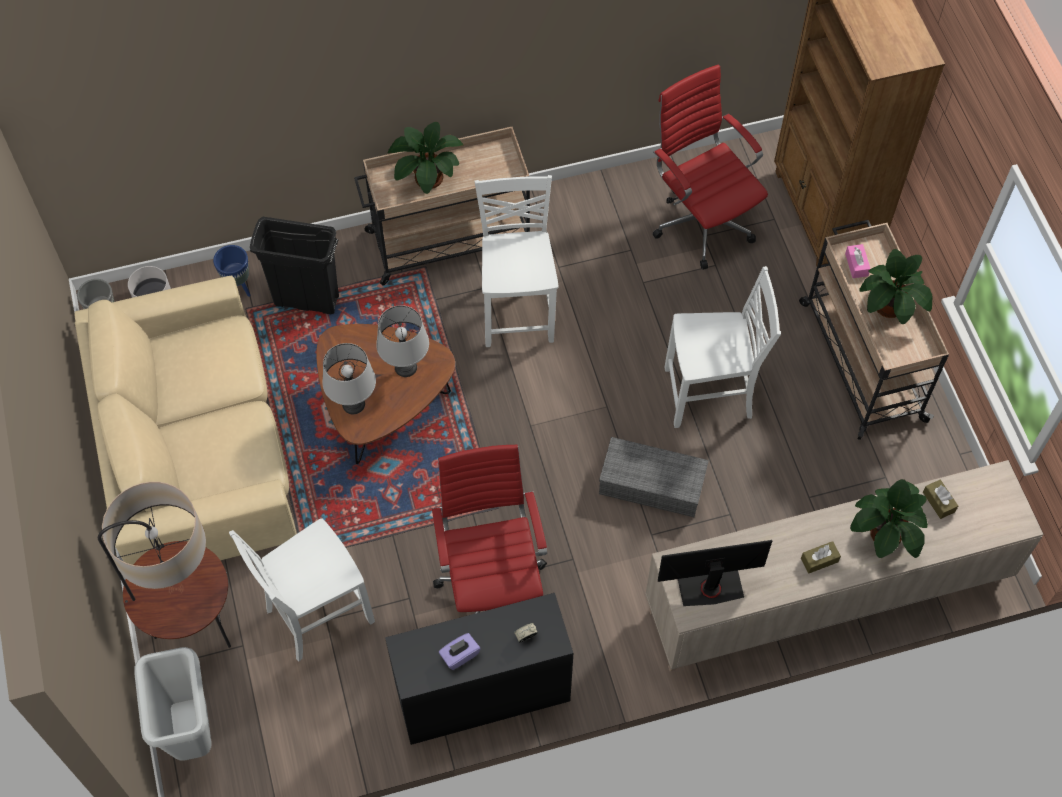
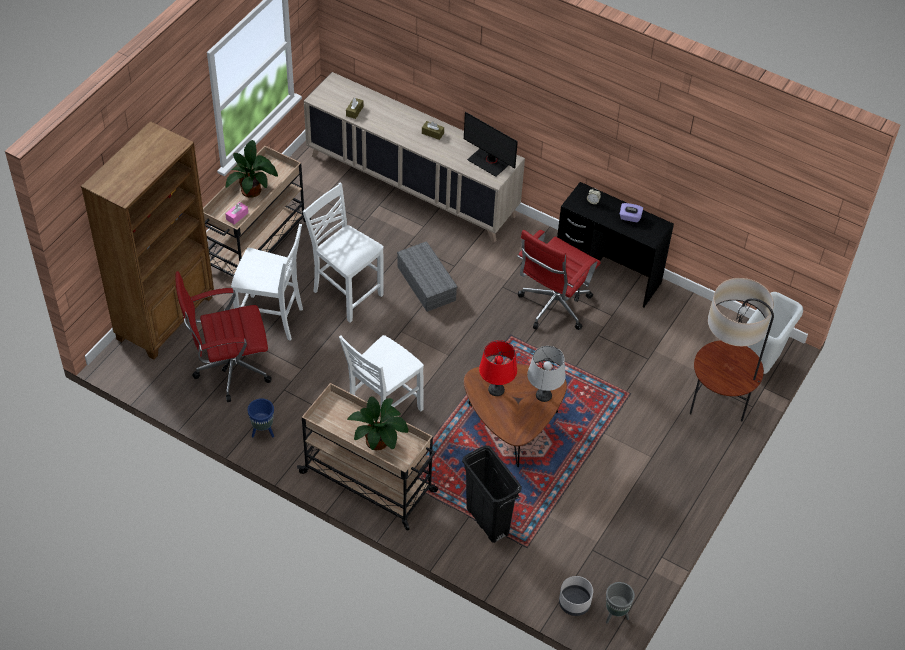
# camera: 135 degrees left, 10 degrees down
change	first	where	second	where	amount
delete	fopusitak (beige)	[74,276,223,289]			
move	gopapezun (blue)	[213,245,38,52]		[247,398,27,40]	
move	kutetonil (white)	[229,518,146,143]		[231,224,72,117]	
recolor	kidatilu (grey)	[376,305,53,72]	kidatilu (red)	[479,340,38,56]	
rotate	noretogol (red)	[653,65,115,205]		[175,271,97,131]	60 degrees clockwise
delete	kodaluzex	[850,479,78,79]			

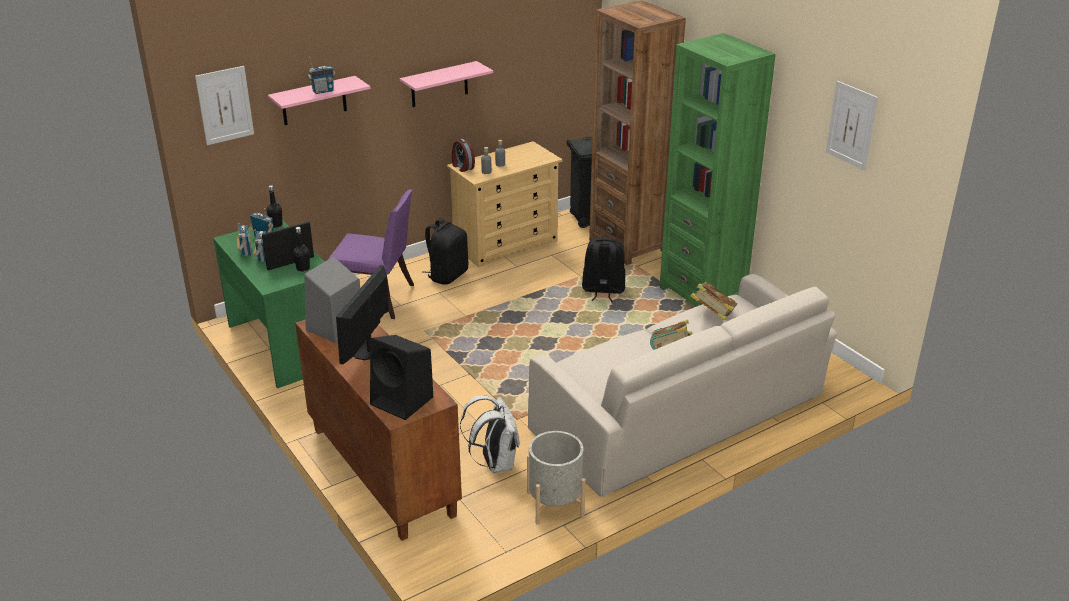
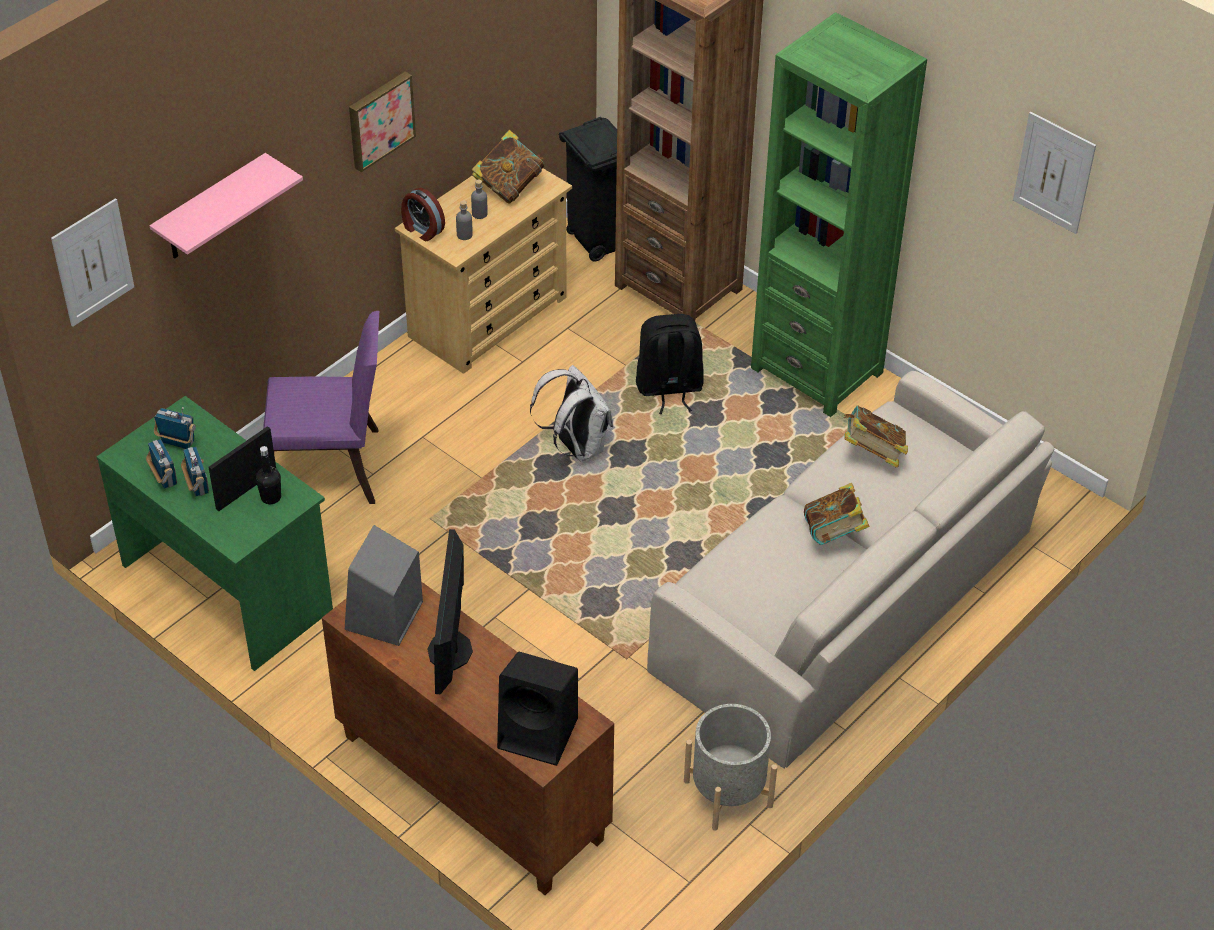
# camera: 15 degrees left, 15 degrees up
change	first	where	second	where	amount
delete	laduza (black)	[266,185,17,43]			
delete	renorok	[307,57,28,37]			
replace	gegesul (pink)	[400,61,93,46]	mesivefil	[349,72,67,100]	
delete	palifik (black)	[423,218,45,67]			
move	palifik (white)	[460,395,60,78]		[530,365,83,96]	
insert			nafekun	[472,130,73,74]	

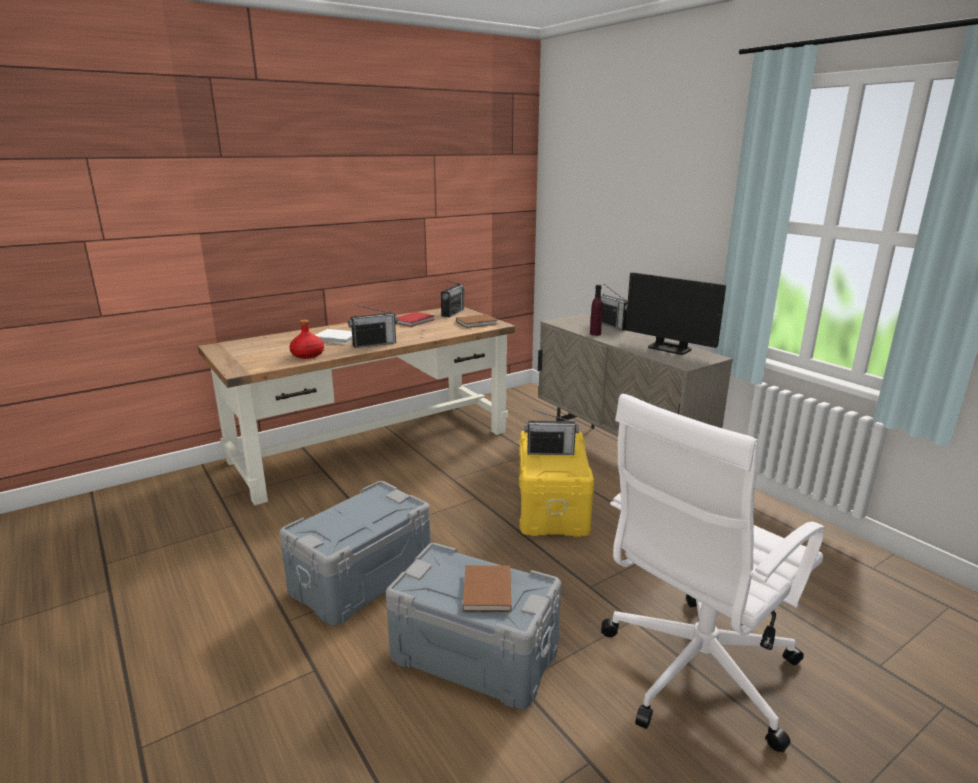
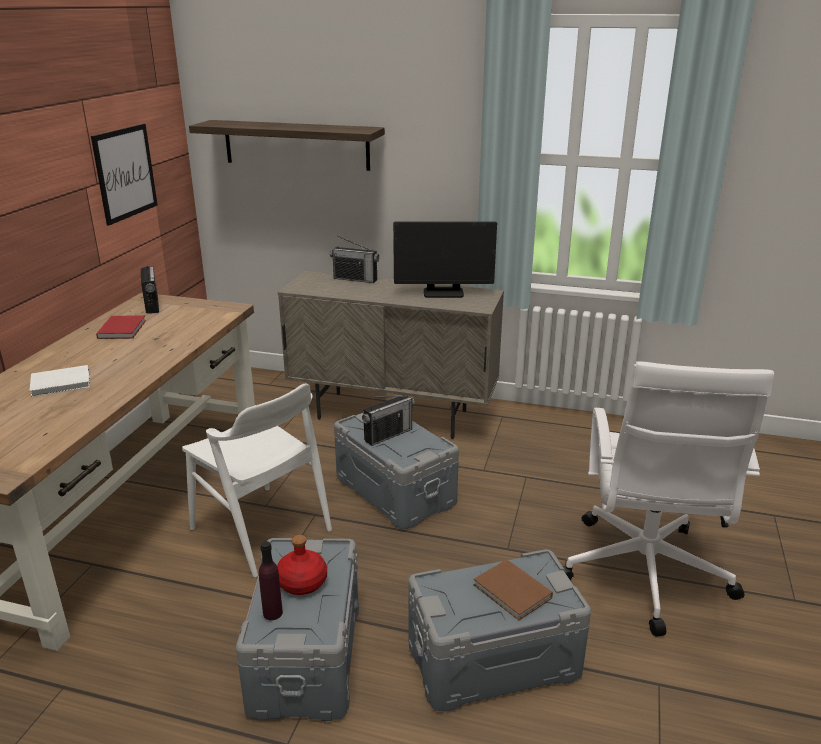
# camera: 40 degrees left, 5 degrees up
change	first	where	second	where	amount
move	laduza (red)	[289,319,35,40]		[277,535,50,60]	
delete	renorok	[348,305,50,43]			
delete	nafekun (brown)	[456,314,41,14]			
recolor	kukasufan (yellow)	[519,430,75,107]	kukasufan (grey)	[334,413,125,117]	
move	laduza (purple)	[590,285,13,51]		[259,541,24,79]	
insert			mesivefil	[91,124,67,102]	
insert			kutetonil (white)	[182,384,150,193]	
insert			gegesul	[189,120,196,51]	

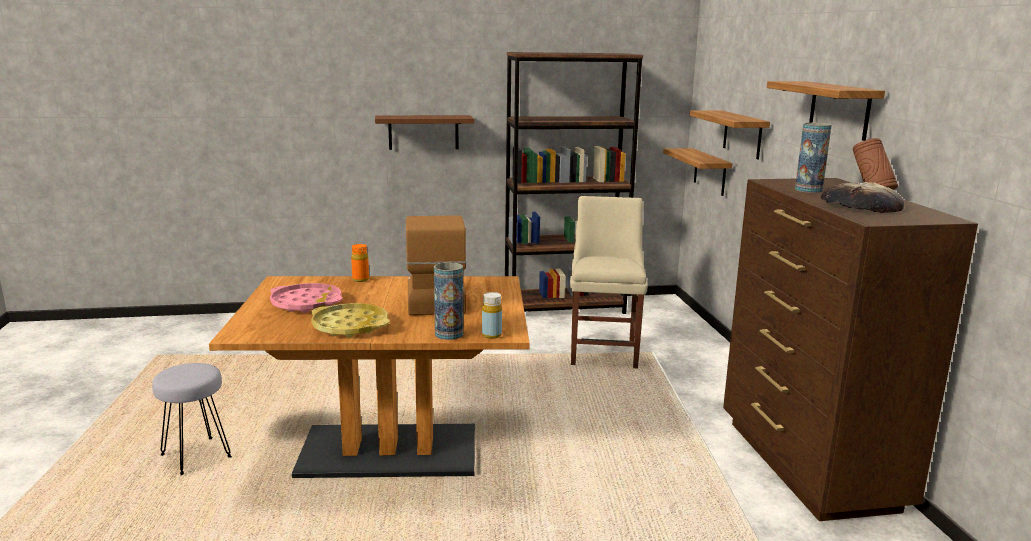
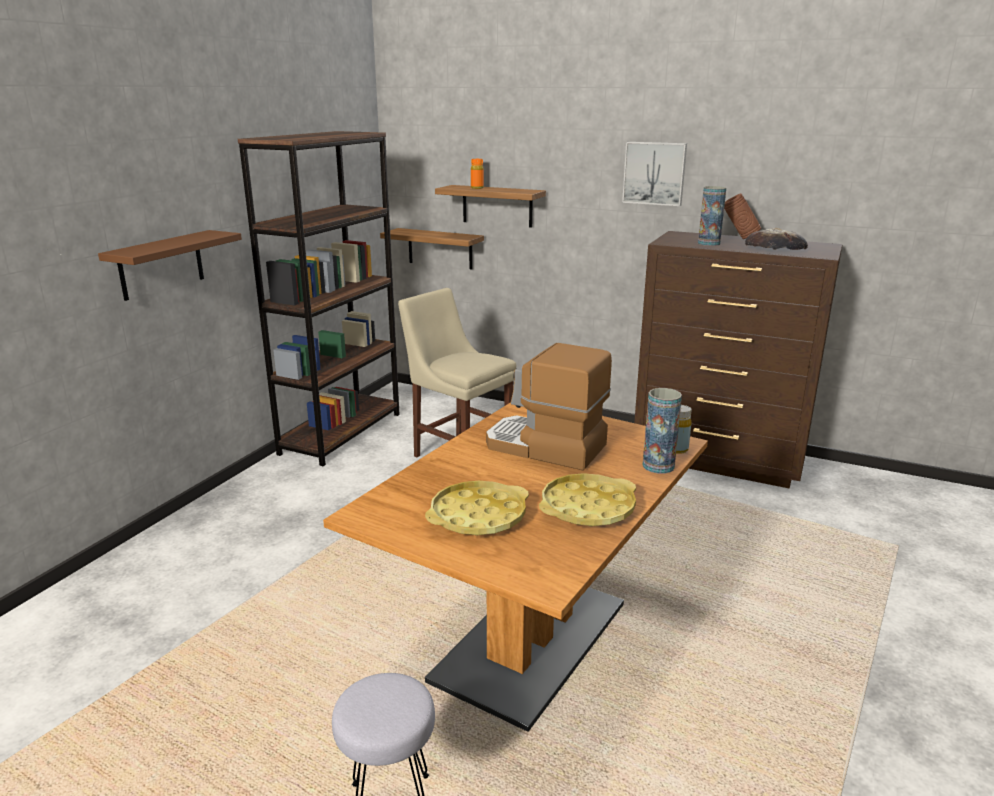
# camera: 55 degrees left, 5 degrees up
change	first	where	second	where	amount
recolor	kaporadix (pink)	[270,283,73,30]	kaporadix (yellow)	[425,481,104,55]	
move	laduza (orange)	[351,244,18,38]		[471,159,13,30]	
replace	gegesul	[767,81,118,60]	mesivefil	[622,142,65,64]	

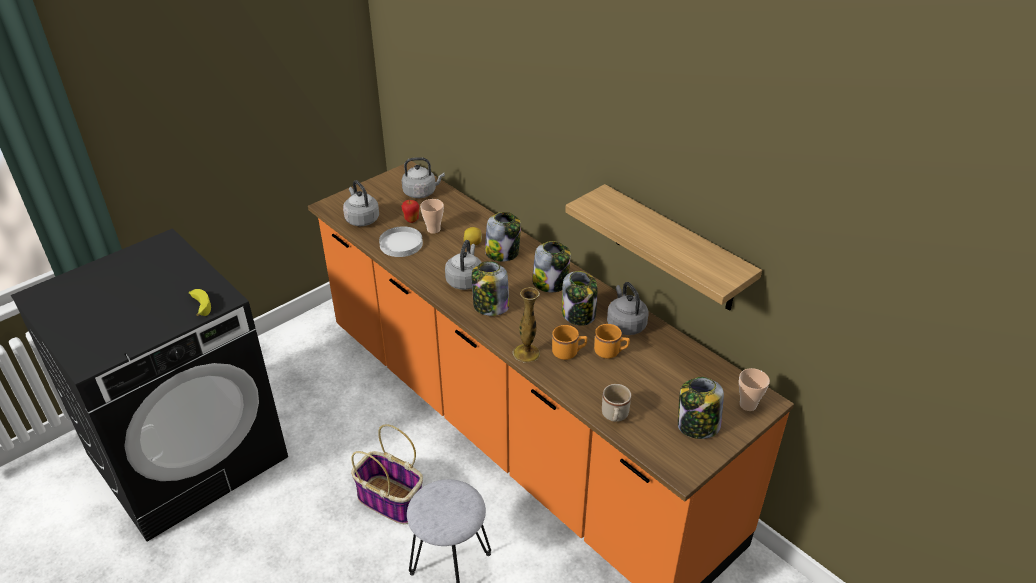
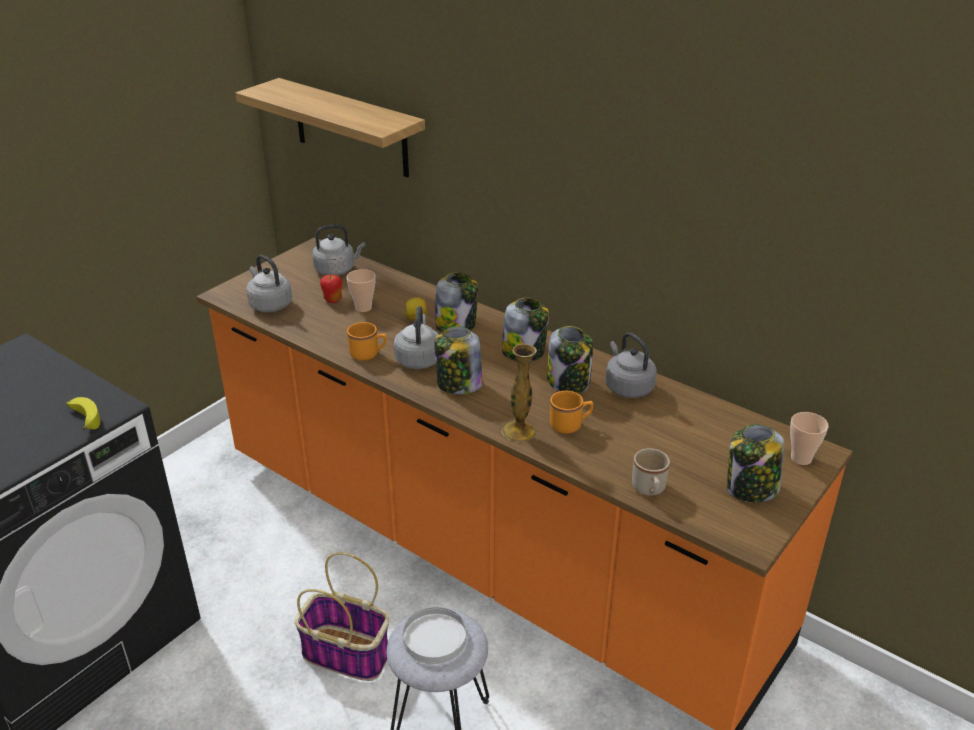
# camera: 10 degrees left, 5 degrees down
change	first	where	second	where	amount
move	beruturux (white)	[379,226,44,31]		[403,607,64,57]	
move	gegesul	[565,184,197,127]		[235,78,190,100]	
move	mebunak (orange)	[594,324,36,35]		[347,322,40,39]	

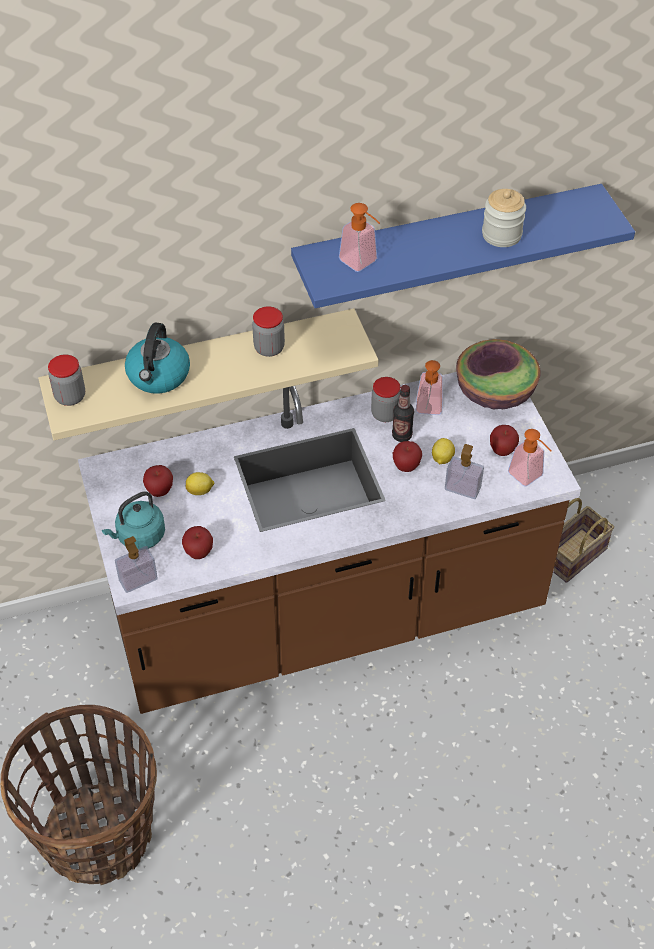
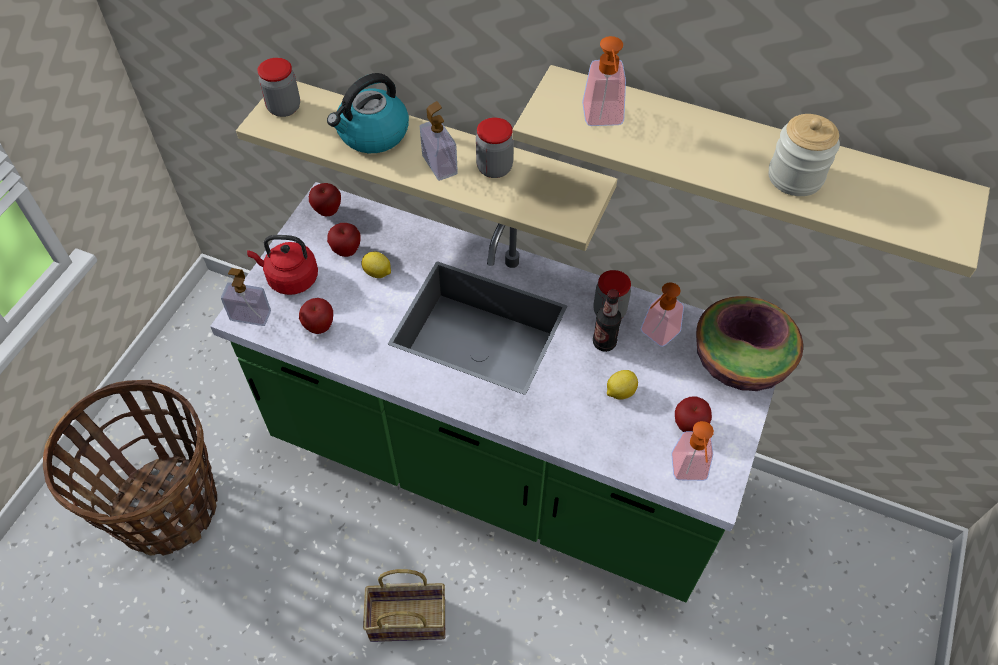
# camera: 40 degrees right, 5 degrees up
change	first	where	second	where	amount
recolor	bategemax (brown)	[78,372,503,342]	bategemax (green)	[210,182,566,420]	
recolor	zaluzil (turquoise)	[102,491,63,58]	zaluzil (red)	[247,235,71,60]	
recolor	gegesul (blue)	[291,184,344,124]	gegesul (beige)	[512,65,478,212]	
move	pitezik	[393,441,29,31]		[309,183,32,33]	
move	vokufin	[445,444,39,55]		[420,101,38,80]	
move	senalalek	[553,498,61,85]		[363,569,82,73]	

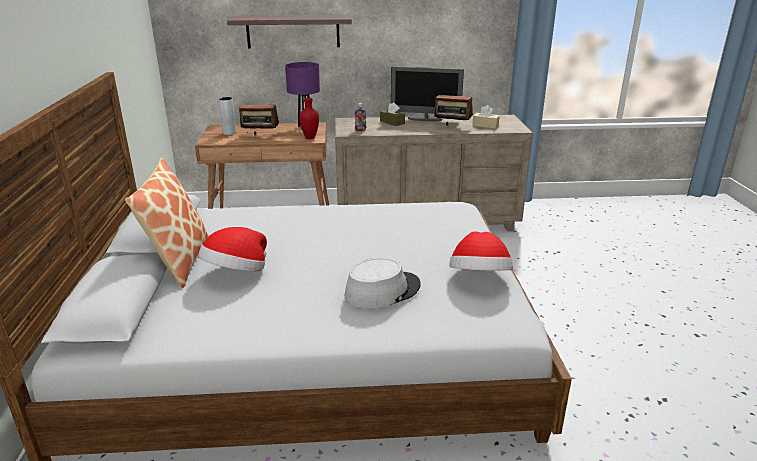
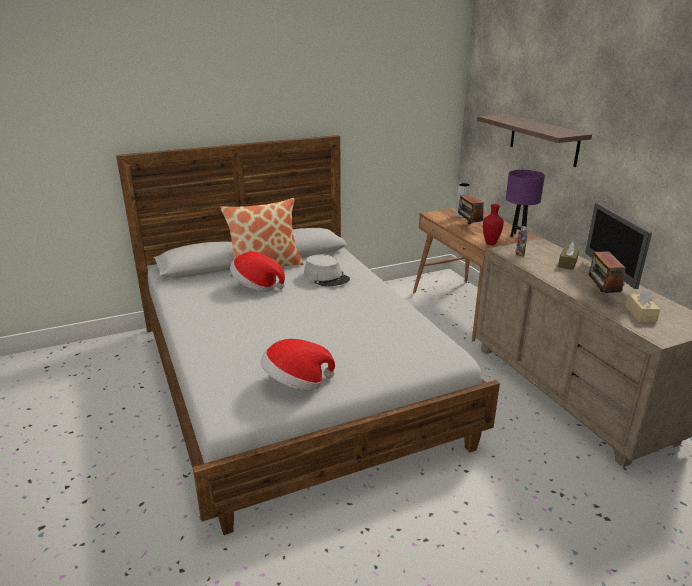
# camera: 70 degrees right, 0 degrees up
change	first	where	second	where	amount
move	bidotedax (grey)	[344,258,77,50]		[304,255,46,32]	

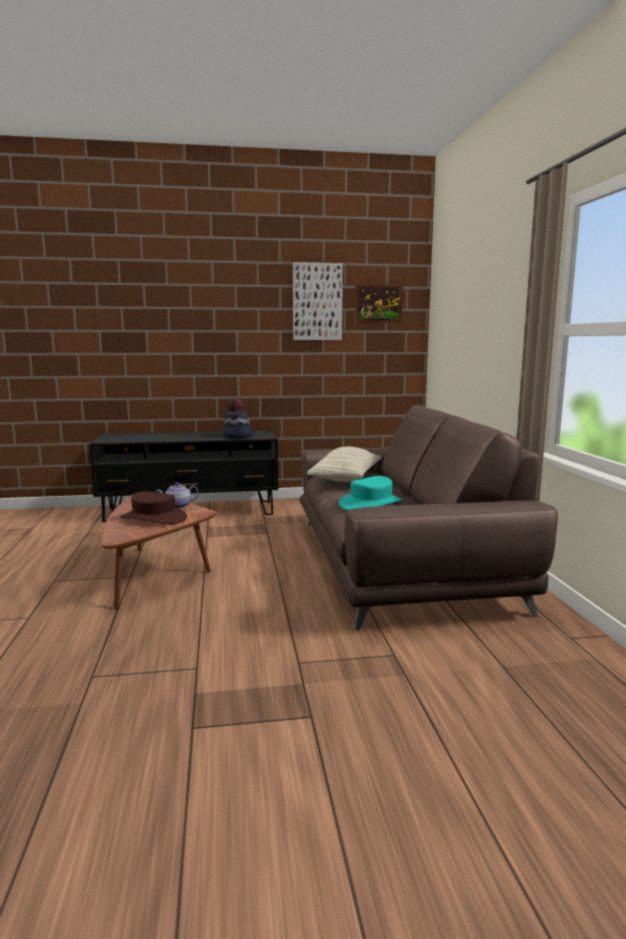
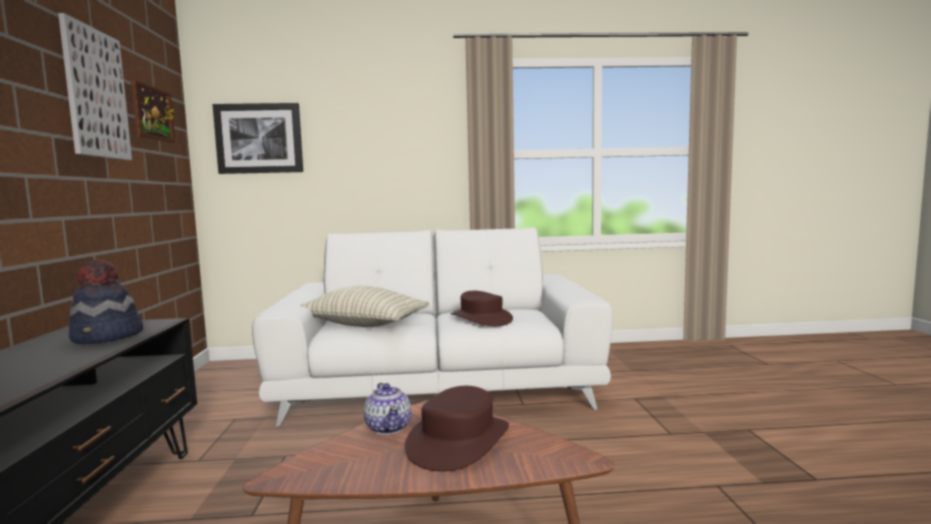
# camera: 85 degrees left, 5 degrees down
change	first	where	second	where	amount
recolor	fopusitak (brown)	[300,405,258,225]	fopusitak (white)	[252,227,361,200]	
recolor	bidotedax (turquoise)	[339,476,64,34]	bidotedax (brown)	[451,291,62,35]	
insert			mesivefil	[212,103,91,71]	

